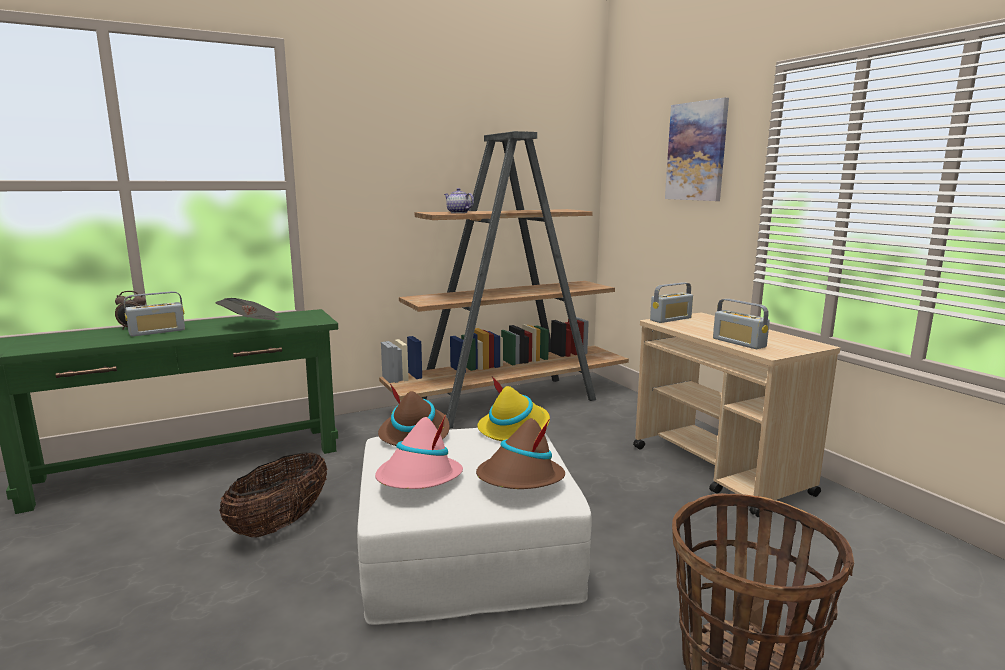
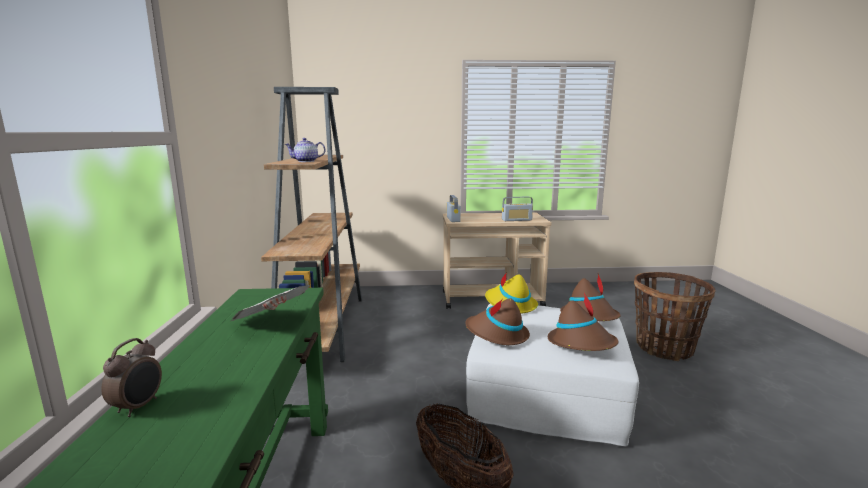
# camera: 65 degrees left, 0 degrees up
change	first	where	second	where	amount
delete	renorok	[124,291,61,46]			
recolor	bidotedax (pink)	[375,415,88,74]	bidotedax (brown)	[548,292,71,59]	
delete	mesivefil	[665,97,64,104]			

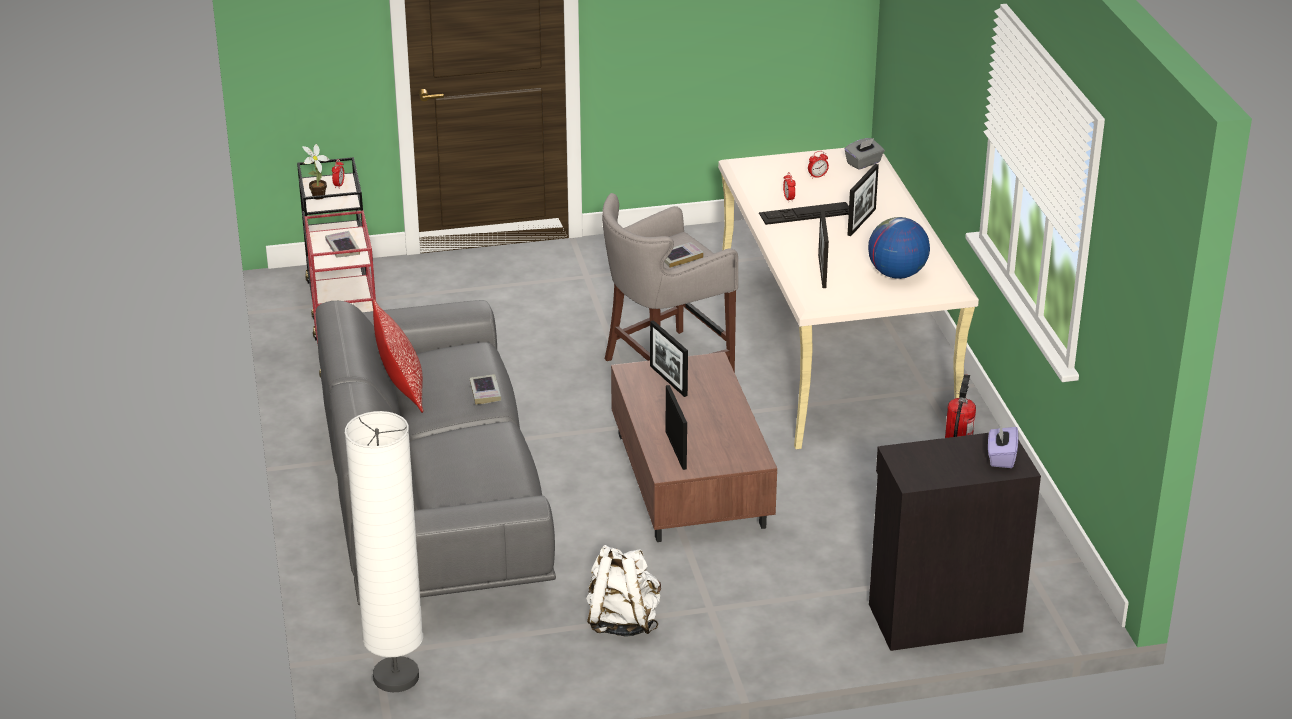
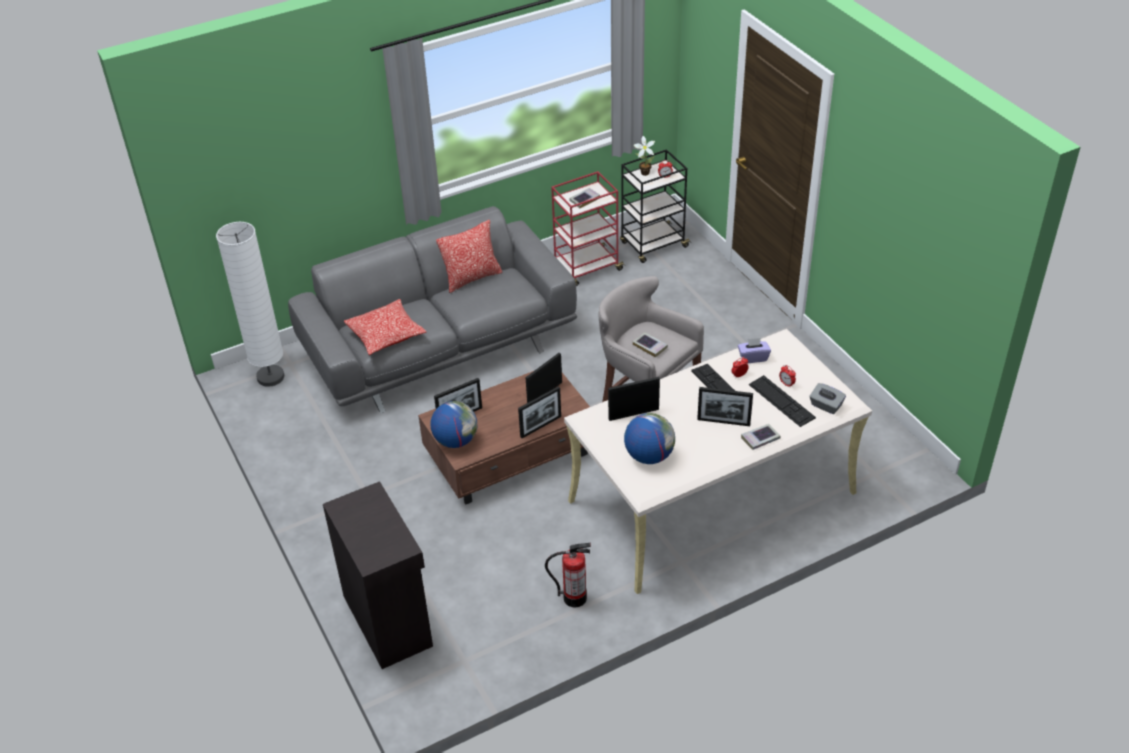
# camera: 75 degrees right, 10 degrees up
change	first	where	second	where	amount
move	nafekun	[470,374,31,31]		[741,424,40,26]	
delete	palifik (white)	[586,545,75,91]			
move	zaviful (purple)	[988,424,30,44]		[738,338,33,26]	
insert			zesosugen	[344,299,82,56]	
insert			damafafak	[431,401,46,47]	
insert			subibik	[518,386,43,52]	
insert			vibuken	[749,375,67,52]	

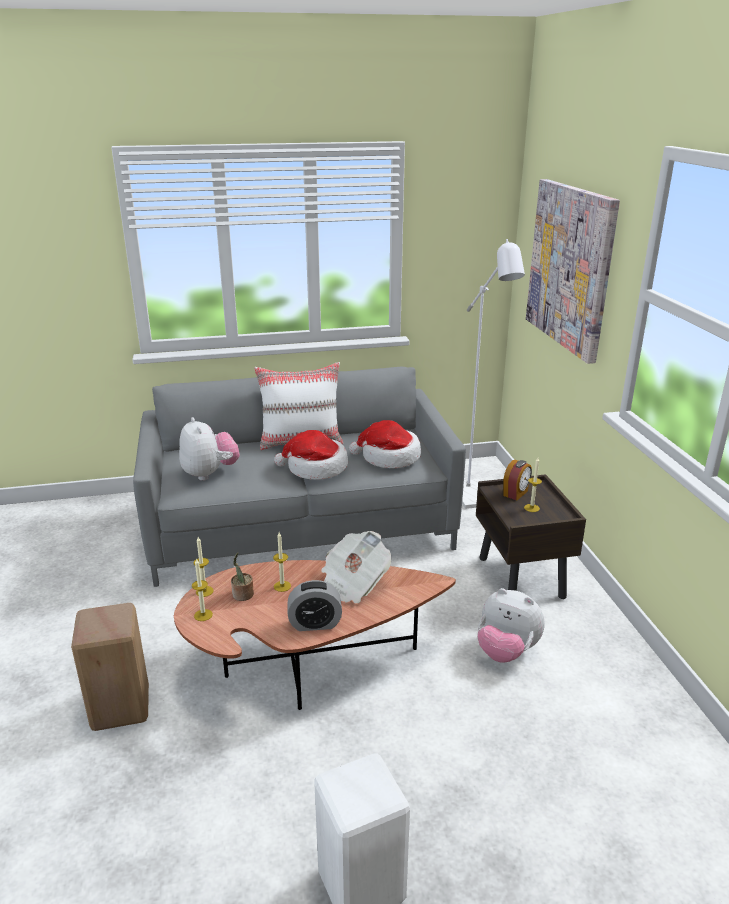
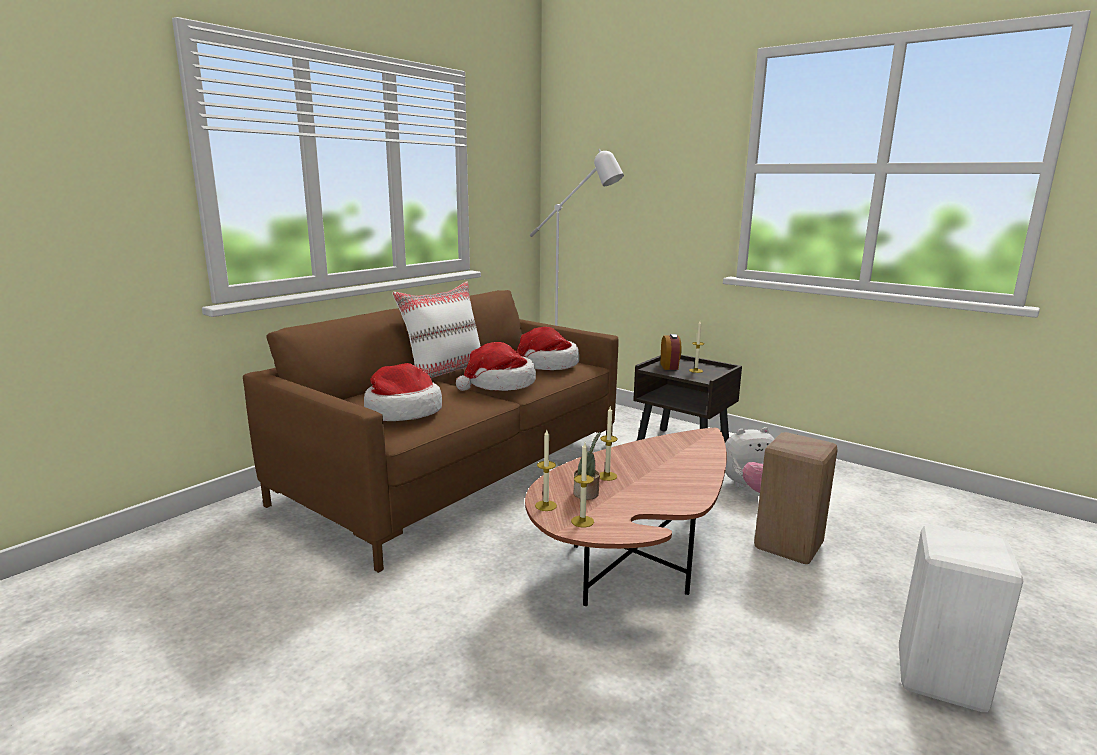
# camera: 40 degrees left, 10 degrees down
change	first	where	second	where	amount
move	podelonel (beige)	[71,603,78,128]		[754,432,84,132]	
recolor	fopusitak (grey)	[133,366,333,221]	fopusitak (brown)	[243,290,375,283]	
replace	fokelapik	[179,417,61,64]	bidotedax	[364,363,78,58]	
delete	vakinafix	[287,580,55,51]			
delete	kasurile	[321,531,70,73]			
delete	mesivefil	[526,179,94,185]			

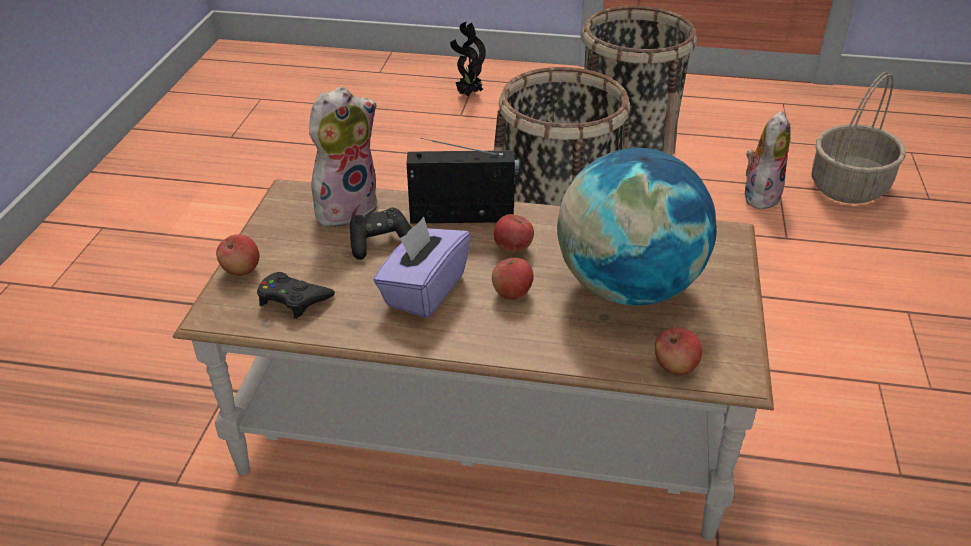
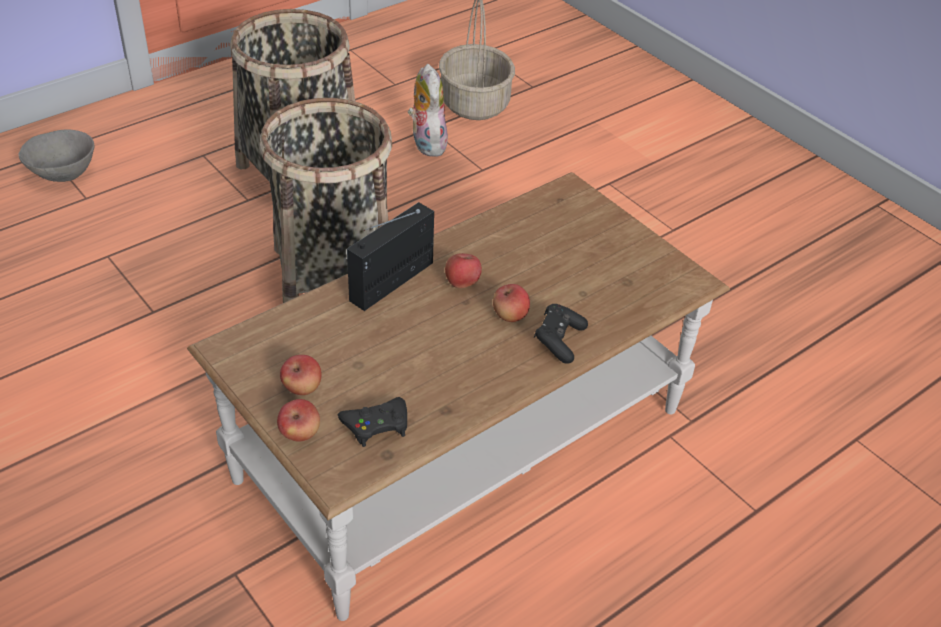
# camera: 50 degrees left, 5 degrees up
change	first	where	second	where	amount
delete	fokelapik	[309,86,69,141]			
move	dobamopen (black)	[350,208,62,52]		[534,304,54,60]	
delete	zaviful (purple)	[373,217,98,101]			
replace	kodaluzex	[450,22,36,74]	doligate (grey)	[18,130,76,52]	
delete	damafafak	[557,148,160,158]			
move	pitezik	[655,327,47,48]		[280,355,42,40]	

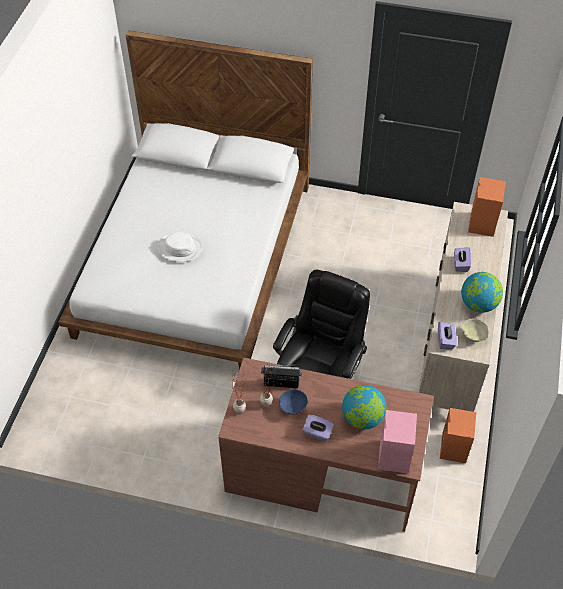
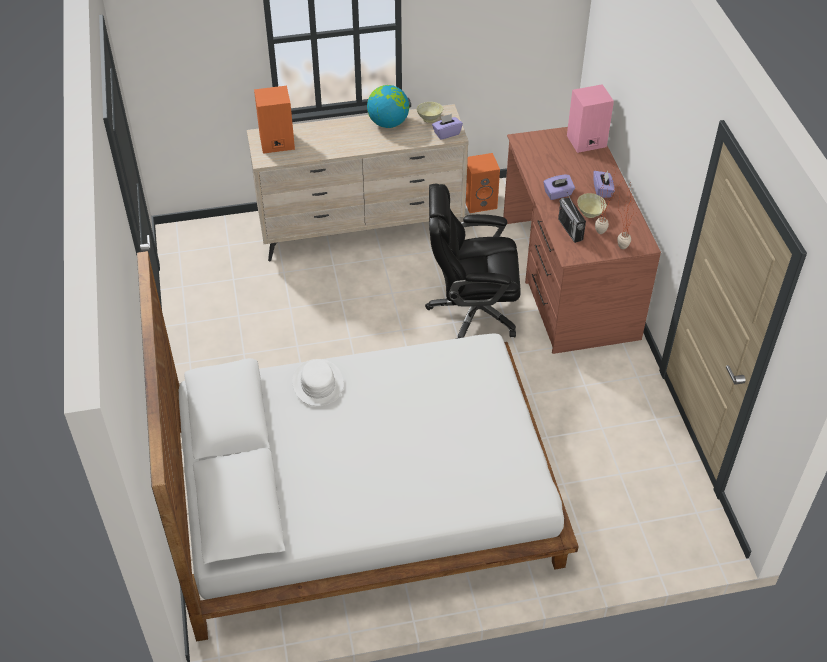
# camera: 115 degrees left, 5 degrees down
change	first	where	second	where	amount
move	bidotedax (white)	[157,232,46,30]		[292,359,52,47]	
recolor	doligate (blue)	[279,389,29,26]	doligate (beige)	[577,193,30,25]	
delete	damafafak	[342,385,45,44]			
move	zaviful (purple)	[454,247,17,25]		[543,175,32,25]	

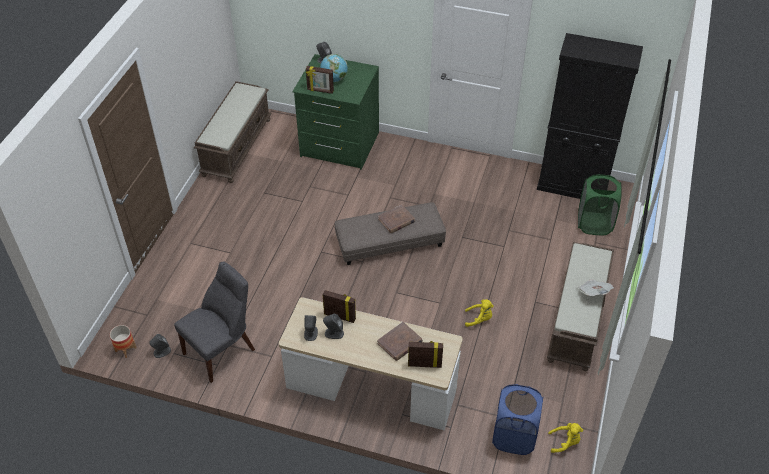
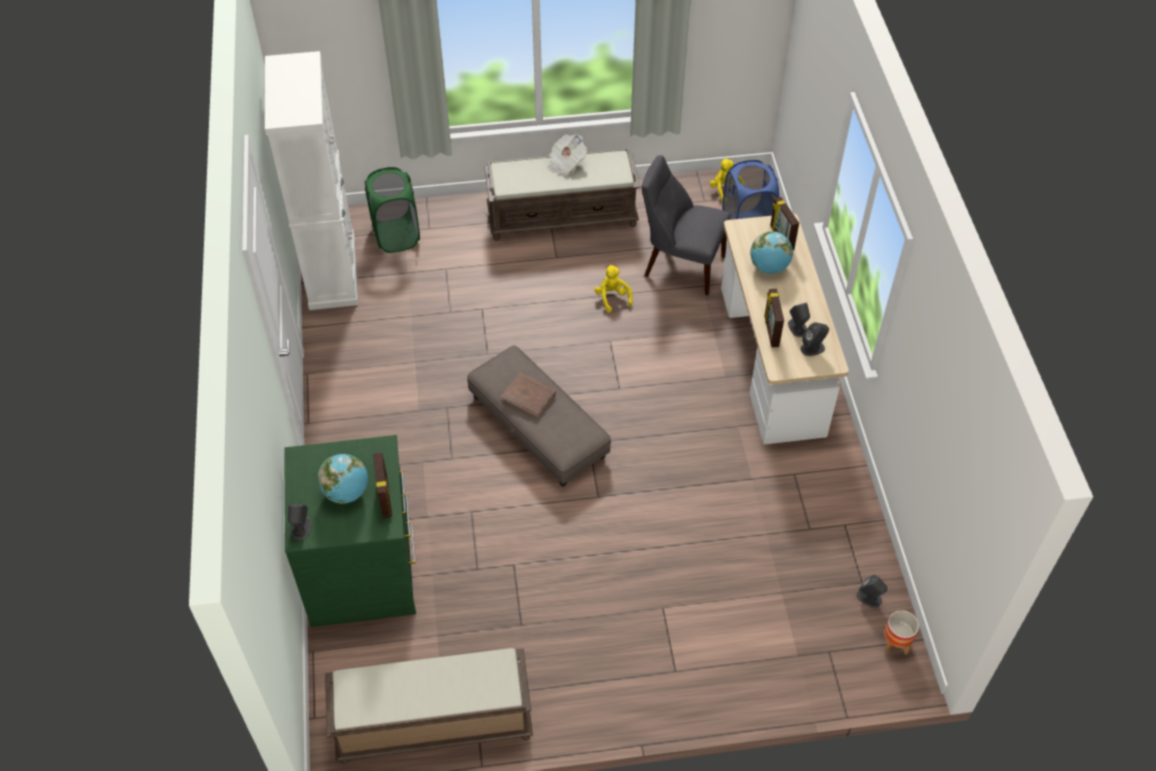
# camera: 115 degrees left, 5 degrees up
change	first	where	second	where	amount
move	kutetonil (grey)	[174,261,81,122]		[641,155,89,140]	
replace	nafekun (brown)	[377,322,46,39]	damafafak	[750,231,43,43]	
recolor	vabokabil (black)	[537,33,106,166]	vabokabil (white)	[265,51,93,259]	

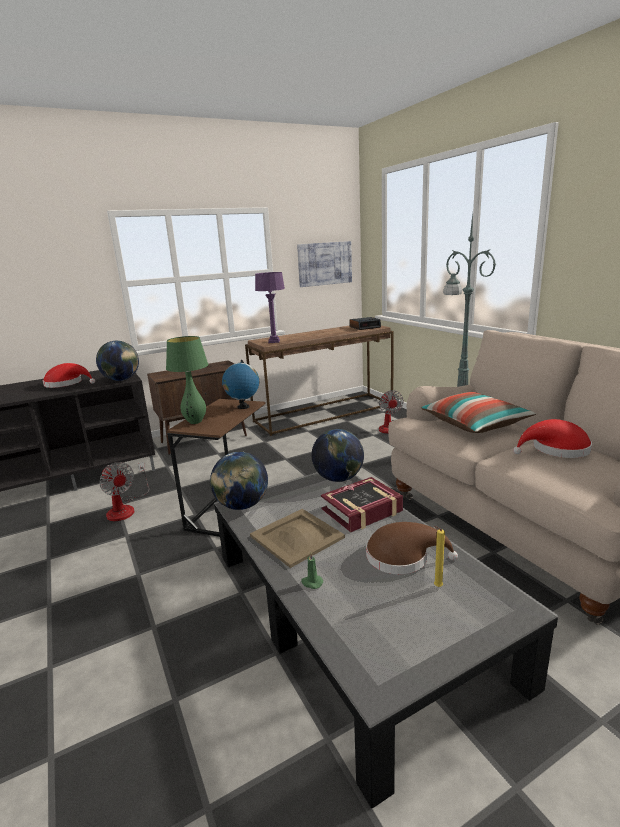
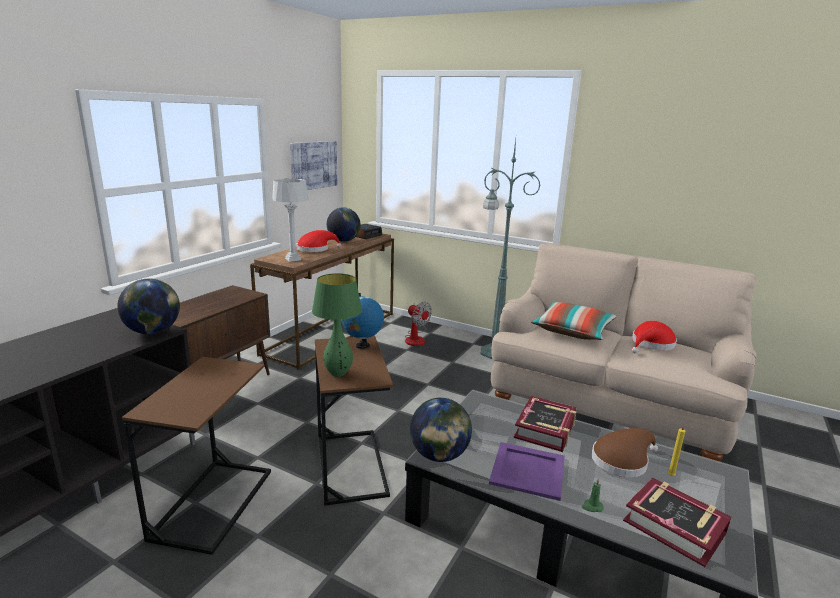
# camera: 35 degrees left, 0 degrees up
change	first	where	second	where	amount
move	bidotedax (red)	[43,363,52,25]		[297,230,45,22]	
replace	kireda	[100,462,49,59]	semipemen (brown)	[122,357,149,198]	
recolor	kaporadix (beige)	[250,509,95,59]	kaporadix (purple)	[489,442,76,59]	
recolor	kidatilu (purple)	[255,272,30,71]	kidatilu (grey)	[272,178,37,84]	
move	damafafak	[312,429,52,53]		[327,207,33,35]	
insert			nafekun	[623,477,109,90]	

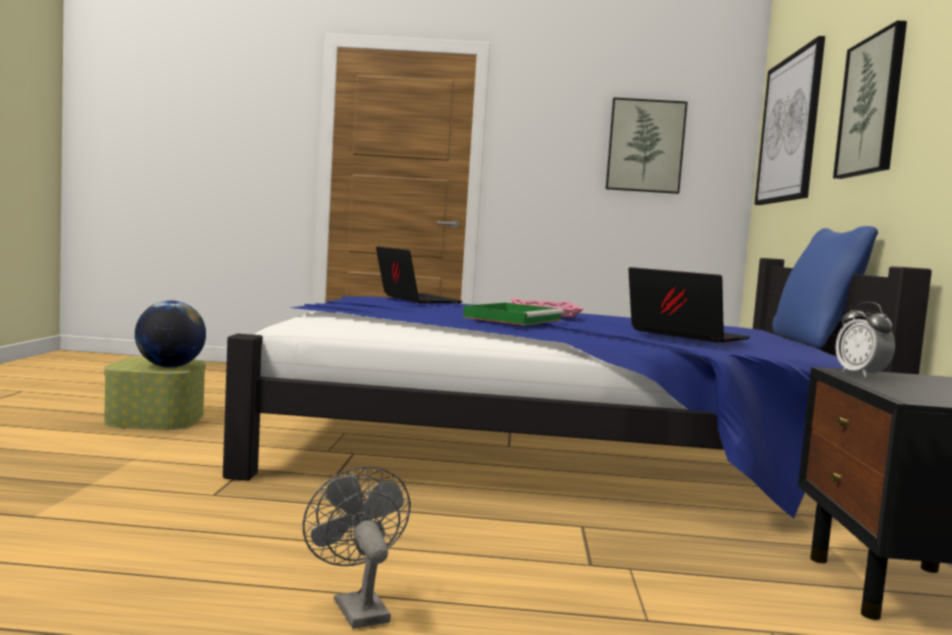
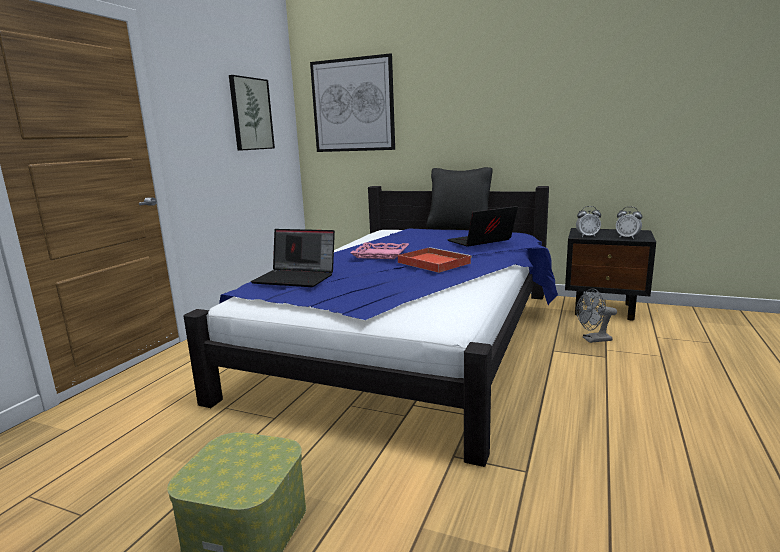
# camera: 70 degrees left, 10 degrees up
change	first	where	second	where	amount
delete	damafafak	[135,300,71,67]			
move	kireda (grey)	[303,466,108,163]		[576,288,41,55]	
rotate	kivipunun	[376,246,86,58]		[251,229,84,58]	150 degrees counterclockwise
recolor	kaporadix (green)	[463,303,101,22]	kaporadix (red)	[398,247,74,26]	
recolor	zesosugen (blue)	[772,226,106,122]	zesosugen (black)	[426,167,67,63]	
delete	mesivefil	[833,21,74,158]			
insert			vakinafix	[616,207,26,32]	

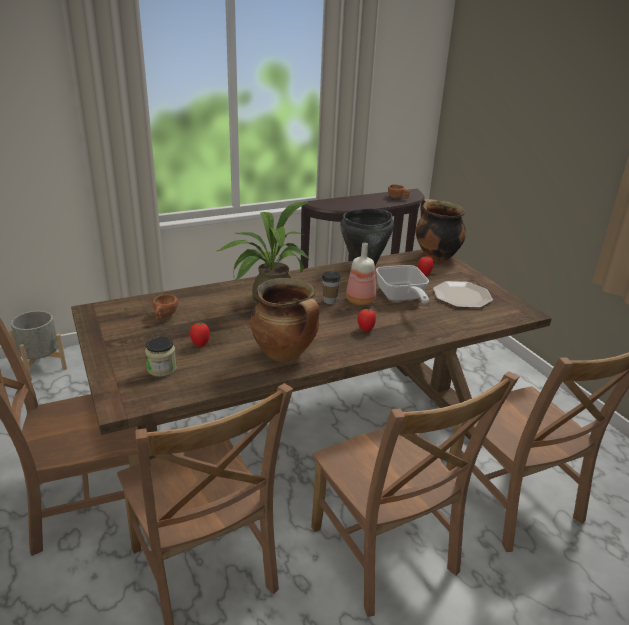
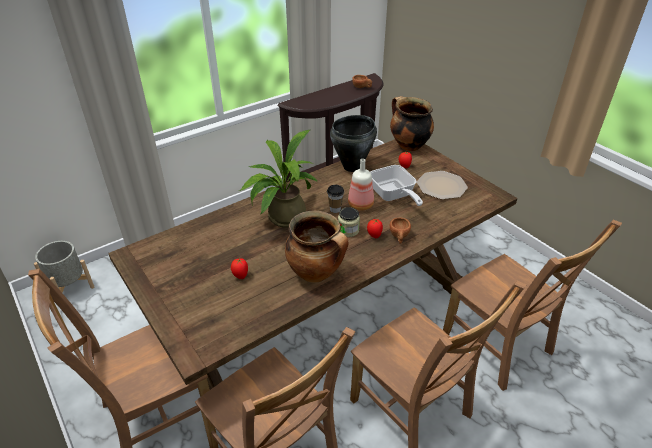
# camera: 10 degrees left, 10 degrees up
change	first	where	second	where	amount
move	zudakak	[145,336,32,41]		[338,207,22,30]	
move	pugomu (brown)	[152,294,26,27]		[390,218,21,26]	

